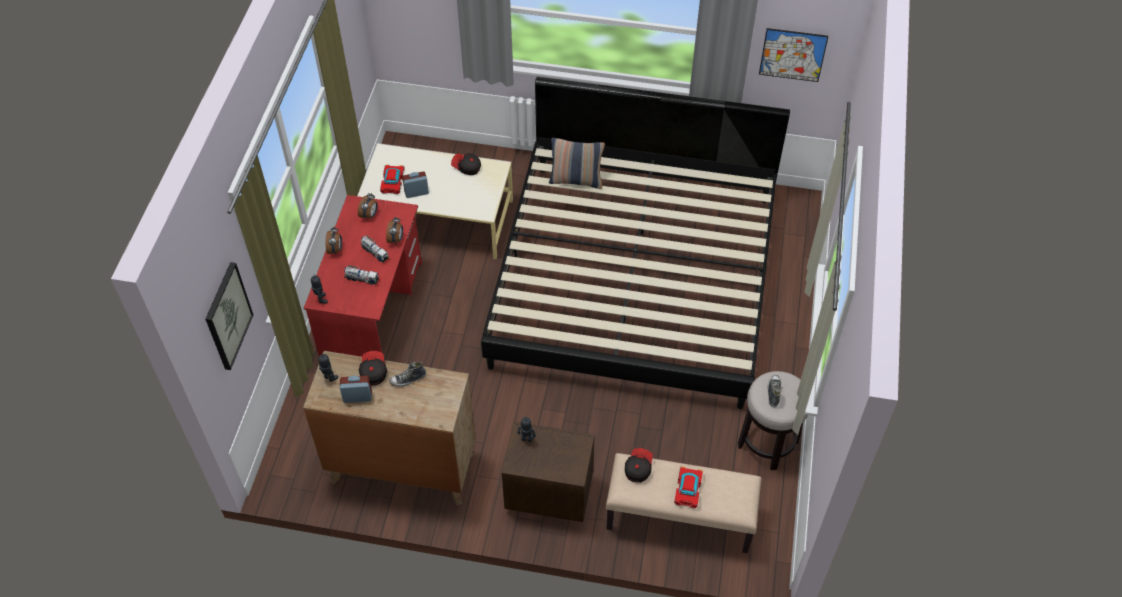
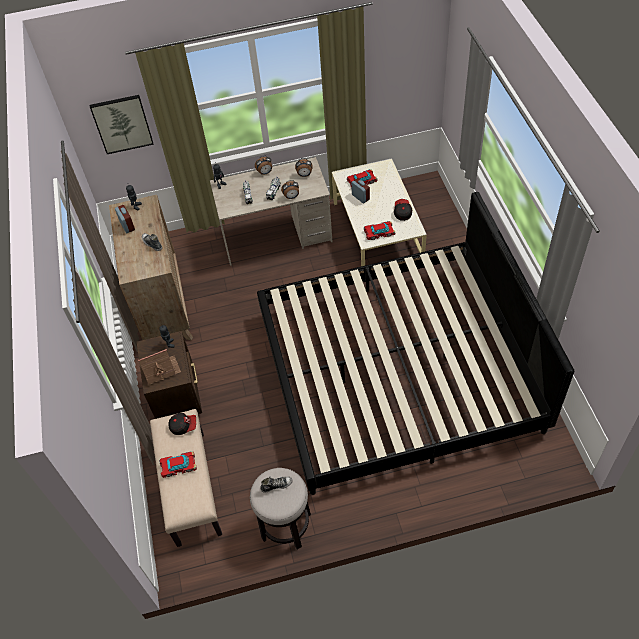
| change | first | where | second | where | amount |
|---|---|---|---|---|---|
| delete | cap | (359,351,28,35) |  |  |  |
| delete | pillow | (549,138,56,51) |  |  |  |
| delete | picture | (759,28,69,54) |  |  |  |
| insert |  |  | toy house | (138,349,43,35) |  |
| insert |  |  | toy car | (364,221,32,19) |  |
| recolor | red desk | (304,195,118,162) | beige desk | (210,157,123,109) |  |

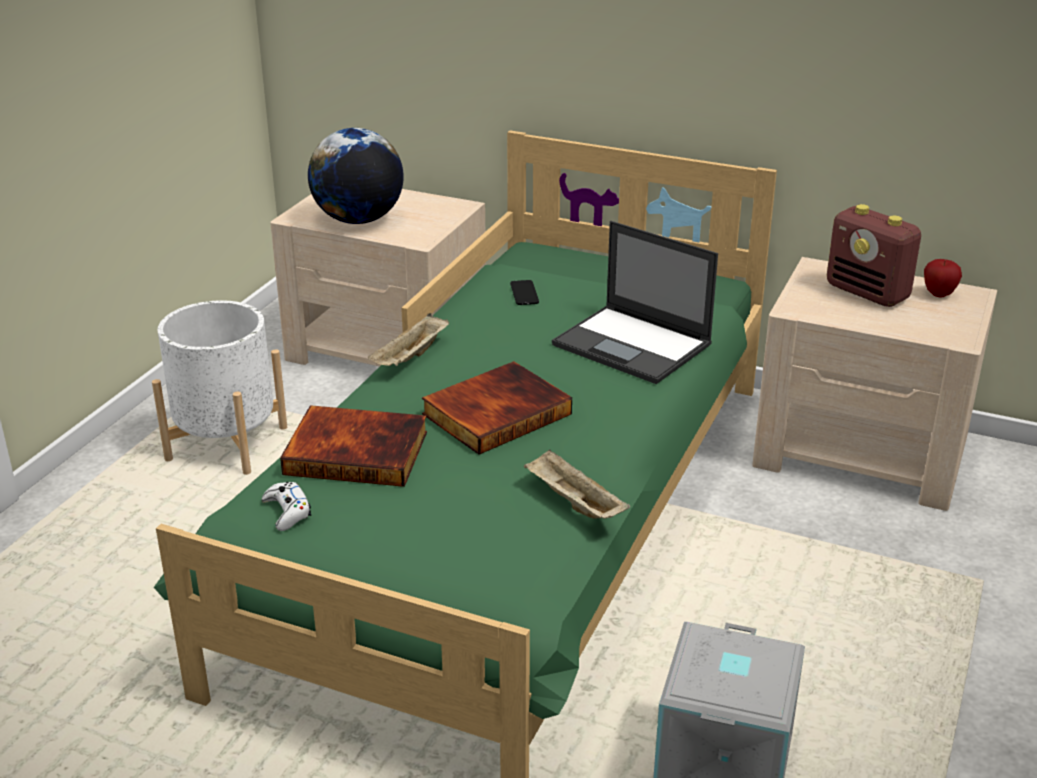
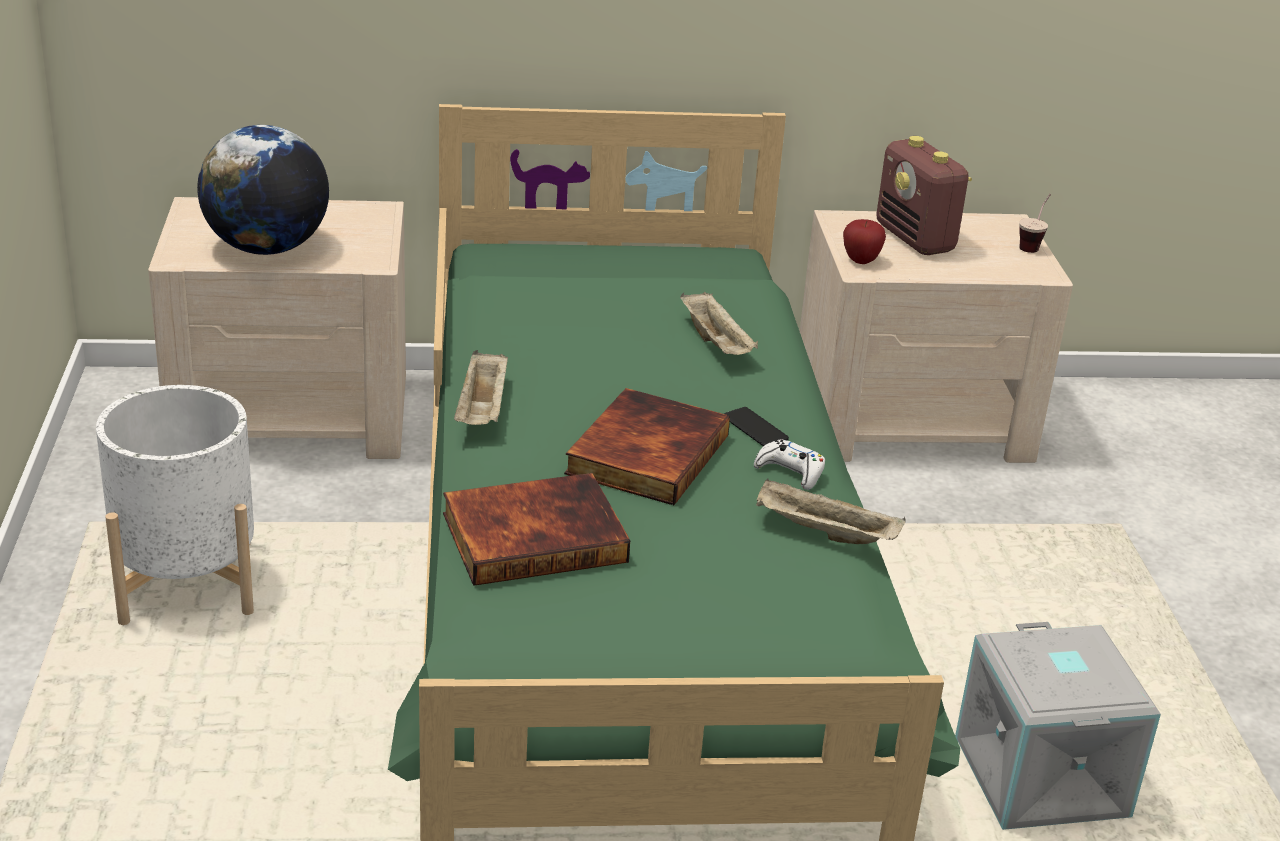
| change | first | where | second | where | amount |
|---|---|---|---|---|---|
| insert |  |  | cup | (1019,194,32,59) |  |
| move | white game controller | (262,482,49,49) |  | (754,439,71,51) |  |
| move | phone | (510,280,29,25) |  | (724,407,65,39) |  |
| move | apple | (924,259,38,39) |  | (843,219,43,45) |  |
| replace | laptop | (552,221,166,163) | beige tray | (680,292,78,63) |  |
| rotate | radio | (827,204,94,103) |  | (876,136,96,119) | 45 degrees clockwise |

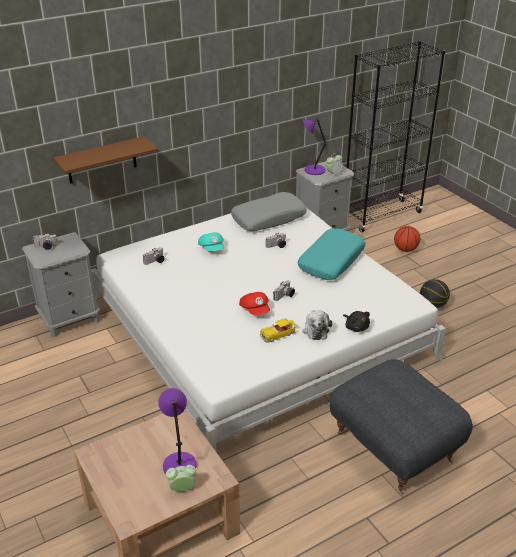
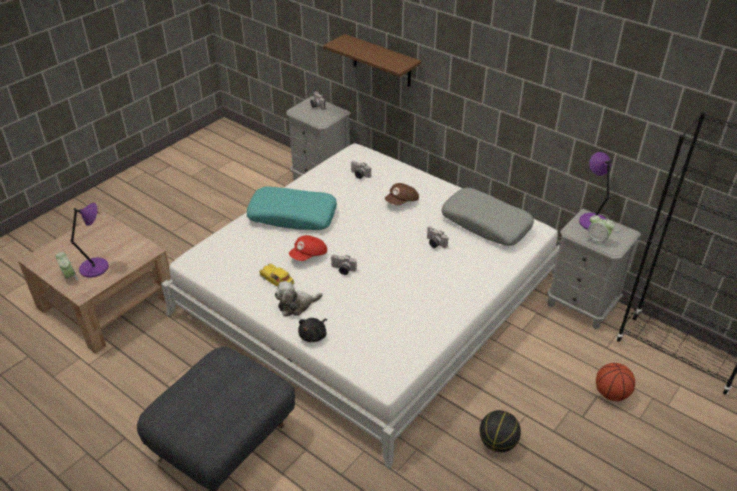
| change | first | where | second | where | amount |
|---|---|---|---|---|---|
| move | turquoise pillow | (298,228,68,52) |  | (247,186,90,44) |  |
| recolor | turquoise cap | (198,232,26,19) | brown cap | (385,183,34,22) |  |

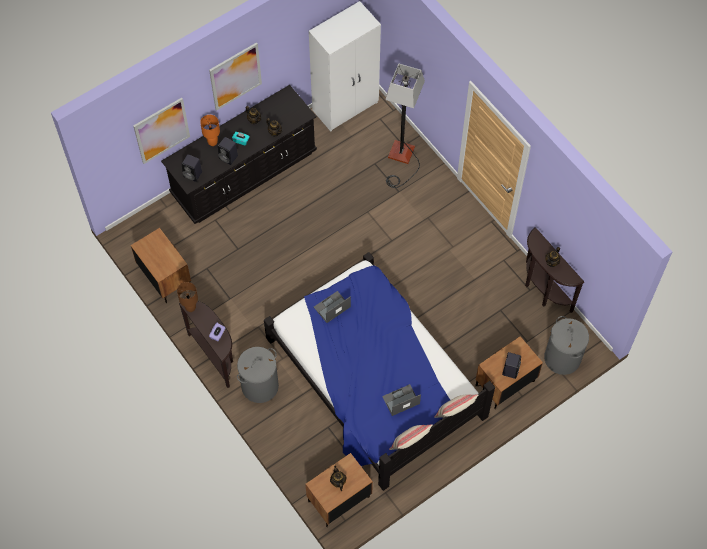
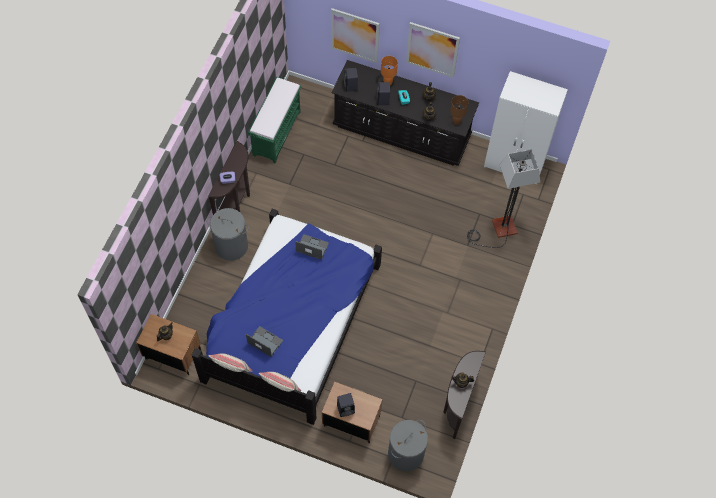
| change | first | where | second | where | amount |
|---|---|---|---|---|---|
| move | brown table lamp | (177,282,21,30) |  | (450,95,18,30) |  |
| replace | brown nightstand | (131,228,60,75) | green bench | (248,77,54,86) |  |

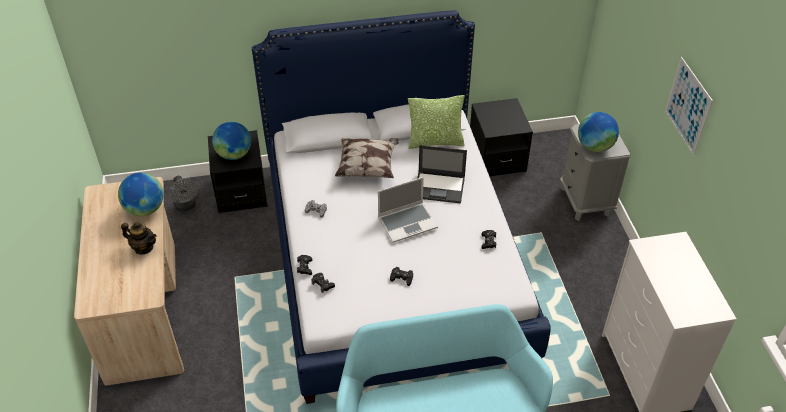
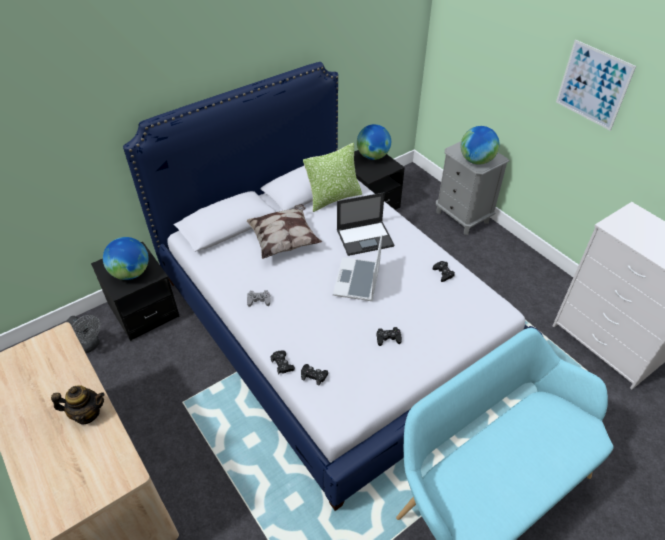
| change | first | where | second | where | amount |
|---|---|---|---|---|---|
| move | globe | (118,173,46,43) |  | (357,124,34,36) |  |
| rotate | laptop | (378,177,60,66) |  | (333,234,49,67) | 150 degrees clockwise |

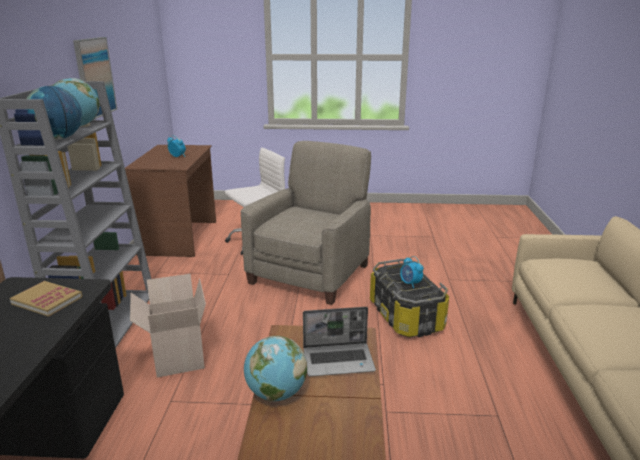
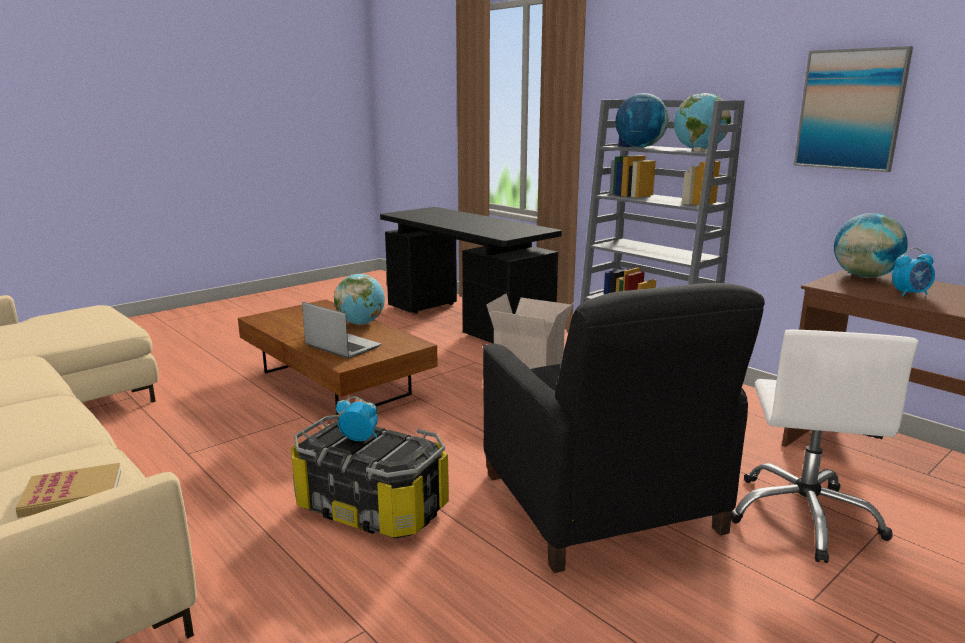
| change | first | where | second | where | amount |
|---|---|---|---|---|---|
| insert |  |  | globe | (834,213,74,65) |  |
| move | book | (10,281,73,36) |  | (16,463,105,55) |  |
| recolor | beige armchair | (241,141,130,164) | black armchair | (483,283,282,290) |  |
| rotate | laptop | (303,307,73,70) |  | (302,302,79,57) | 90 degrees clockwise |

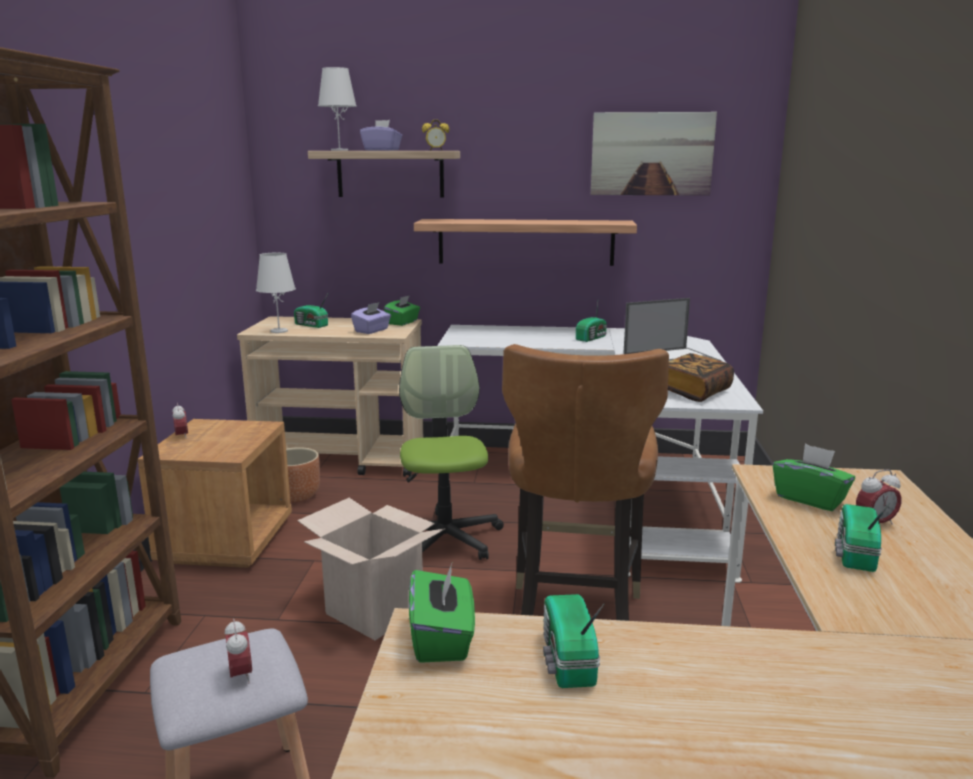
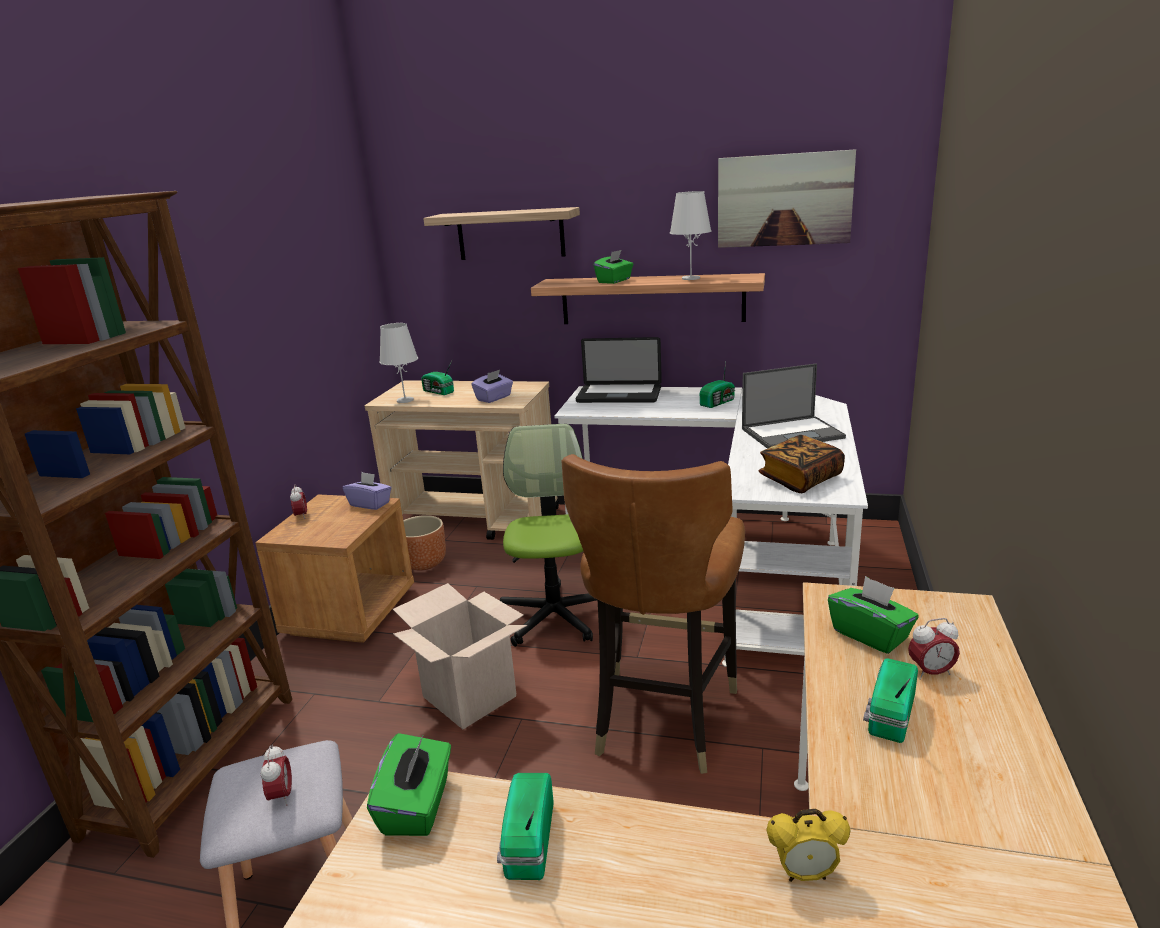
| change | first | where | second | where | amount |
|---|---|---|---|---|---|
| insert |  |  | laptop | (576,337,86,66) |  |
| move | white table lamp | (318,67,39,84) |  | (670,191,41,89) |  |
| move | purple tissue box | (360,120,42,30) |  | (343,472,49,38) |  |
| move | green tissue box | (384,295,36,31) |  | (594,250,39,34) |  |
| move | alarm clock | (422,119,27,31) |  | (766,809,84,73) |  |

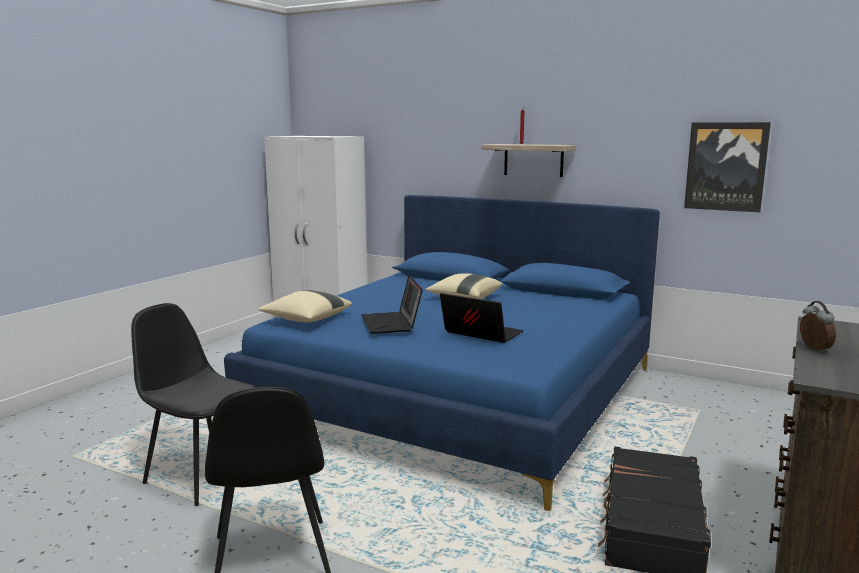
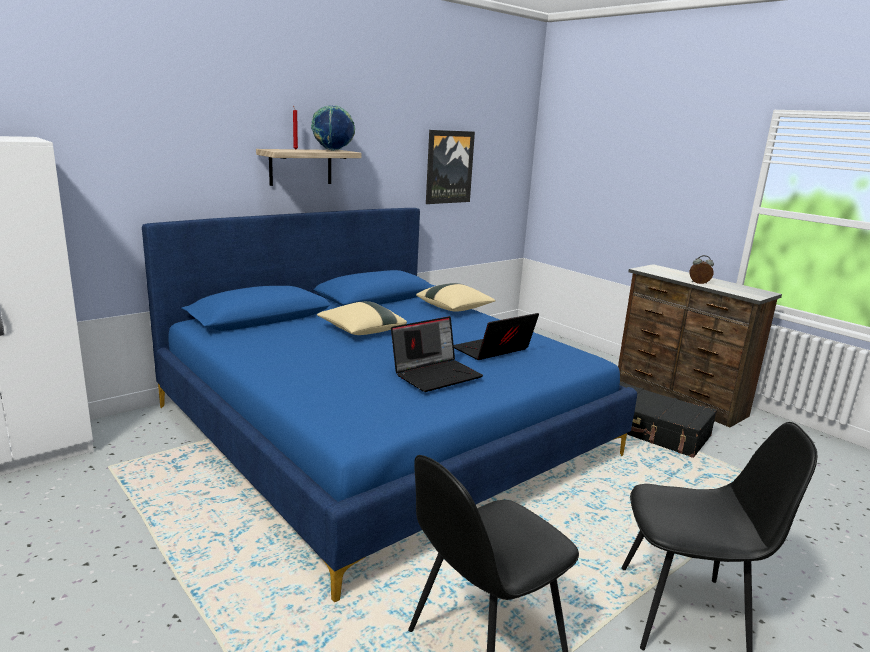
| change | first | where | second | where | amount |
|---|---|---|---|---|---|
| insert |  |  | globe | (311,105,44,46) |  |
| move | beige pillow | (258,290,94,32) |  | (416,283,80,29) |  |
| rotate | laptop | (361,275,62,59) |  | (391,316,92,76) | 45 degrees counterclockwise |

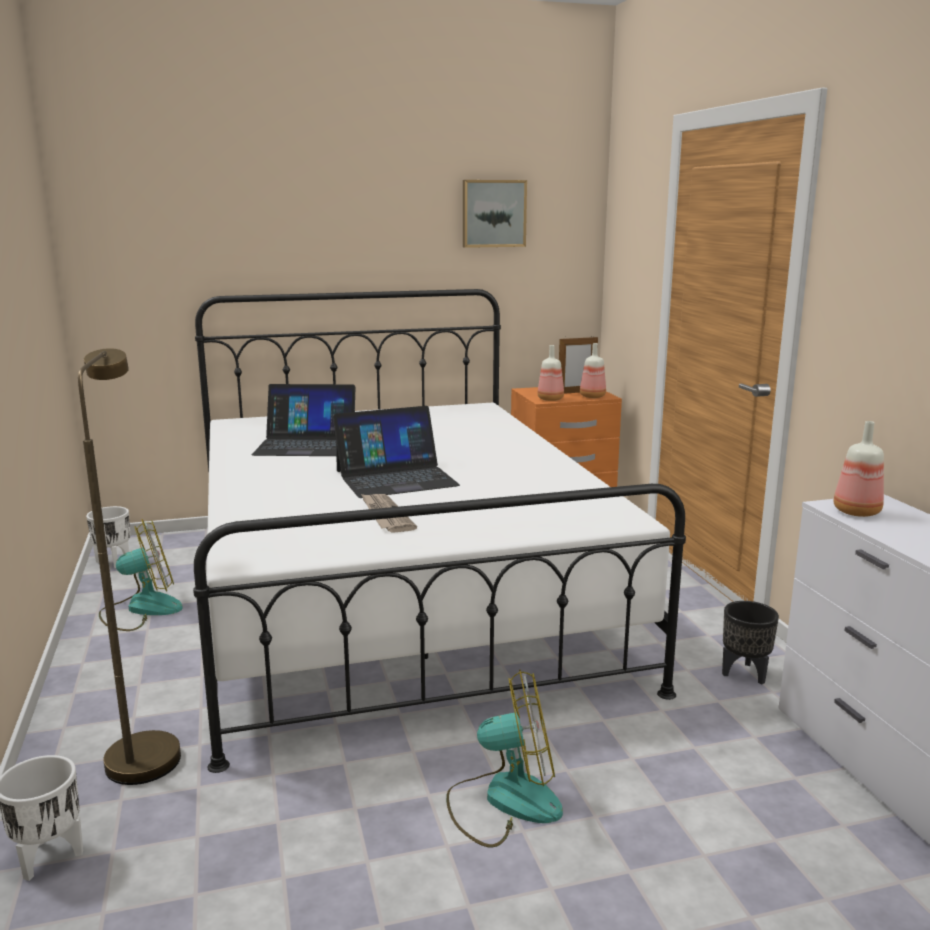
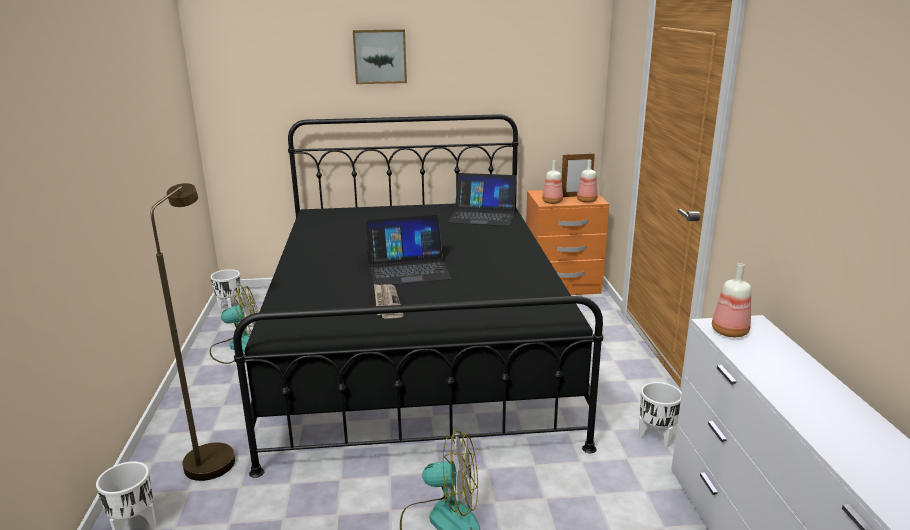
| change | first | where | second | where | amount |
|---|---|---|---|---|---|
| move | laptop | (252,384,103,72) |  | (447,173,70,53) |  |
| move | picture | (463,180,64,68) |  | (353,29,54,55) |  |
| recolor | white bed | (193,289,493,484) | black bed | (233,114,370,364) |  |
| recolor | black planter | (722,601,57,84) | white planter | (639,382,43,66) |  |

